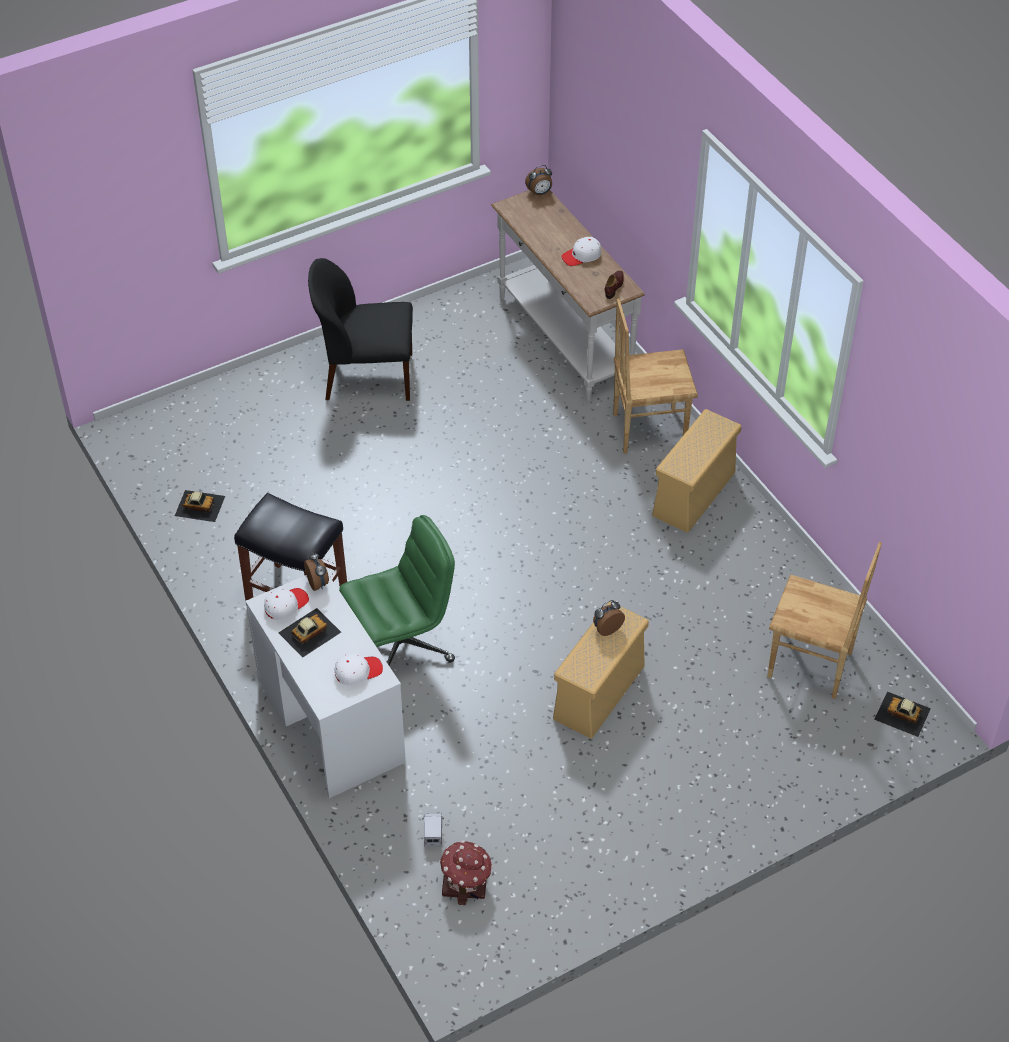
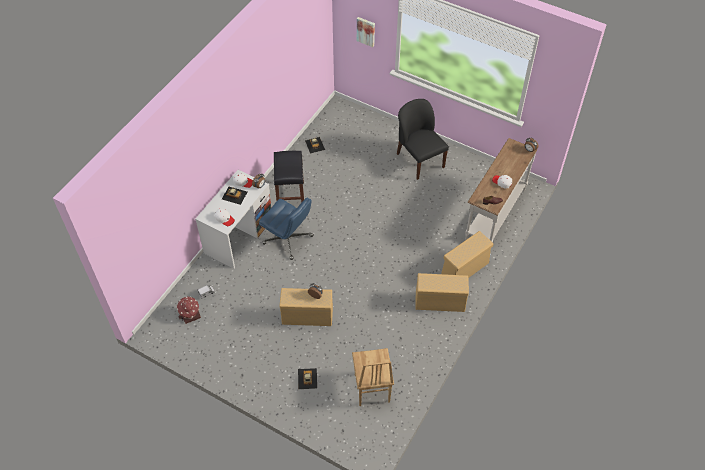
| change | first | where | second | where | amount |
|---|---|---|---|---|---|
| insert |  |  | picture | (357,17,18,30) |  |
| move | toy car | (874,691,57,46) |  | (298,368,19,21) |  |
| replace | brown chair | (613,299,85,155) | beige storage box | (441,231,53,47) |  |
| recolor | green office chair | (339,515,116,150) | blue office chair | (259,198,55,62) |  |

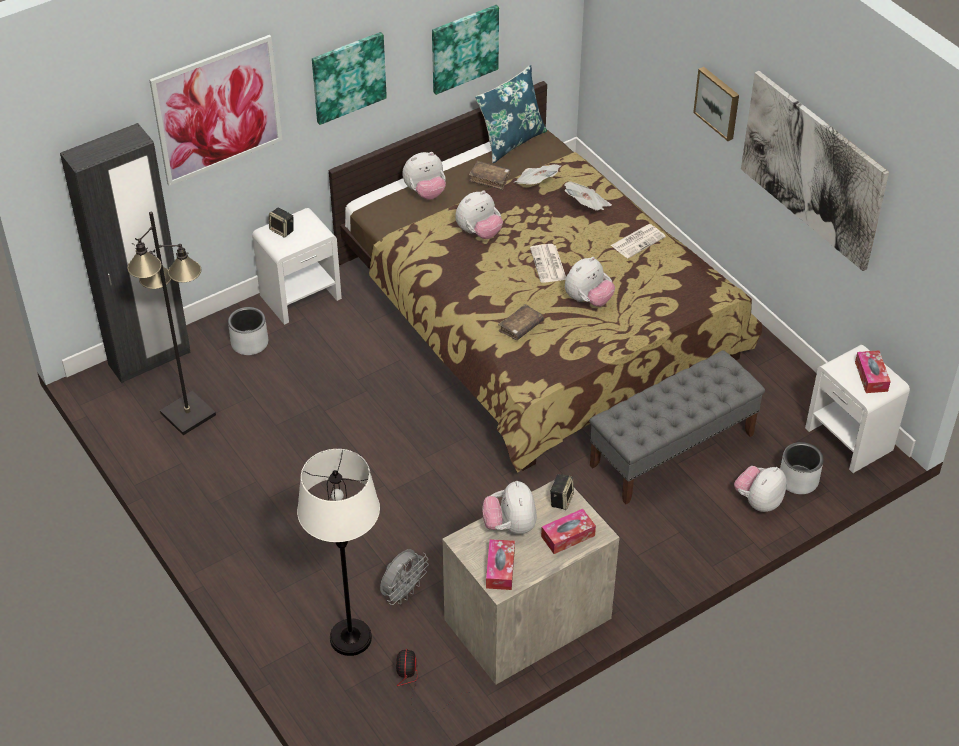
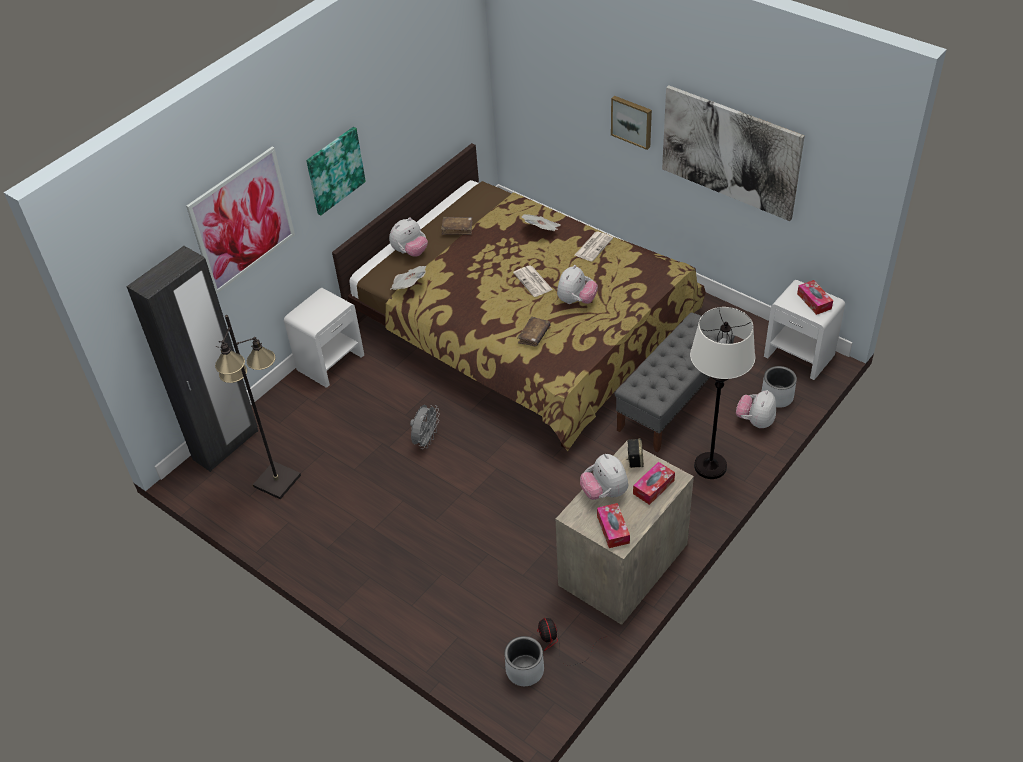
| change | first | where | second | where | amount |
|---|---|---|---|---|---|
| delete | speaker | (269,208,25,30) |  |  |  |
| delete | picture | (432,5,67,90) |  |  |  |
| delete | plush toy | (456,190,47,49) |  |  |  |
| delete | blue pillow | (475,65,72,98) |  |  |  |
| move | grey planter | (228,307,40,48) |  | (504,636,40,50) |  |
| move | white floor lamp | (297,449,83,207) |  | (690,307,65,172) |  |
| move | grey fan | (380,549,49,56) |  | (410,405,30,44) |  |
| move | newspaper | (514,164,47,21) |  | (390,266,37,24) |  |

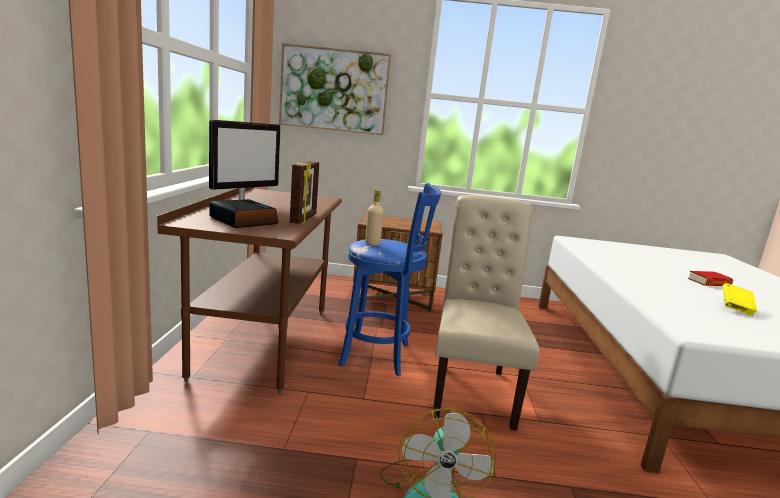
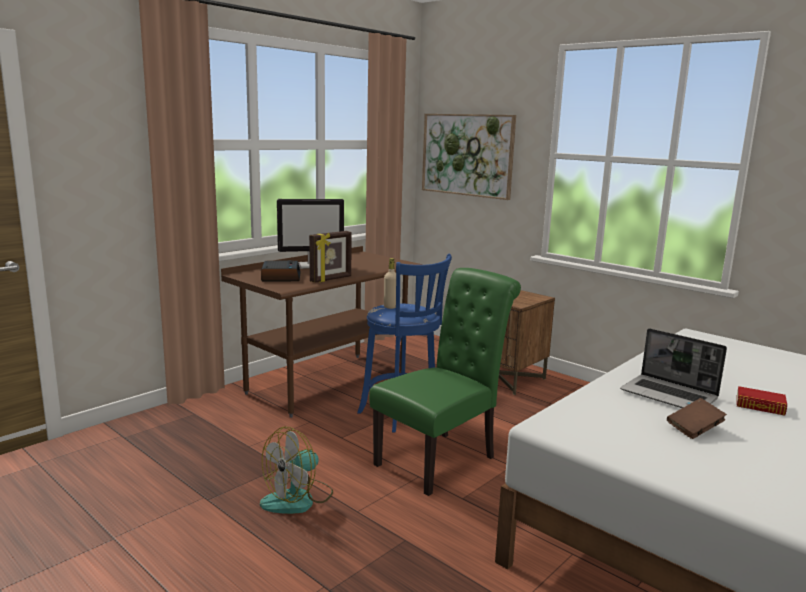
| change | first | where | second | where | amount |
|---|---|---|---|---|---|
| insert |  |  | laptop | (620,328,107,80) |  |
| recolor | beige chair | (433,195,106,235) | green chair | (369,268,152,228) |  |
| recolor | yellow book | (723,283,34,33) | brown book | (667,398,60,41) |  |

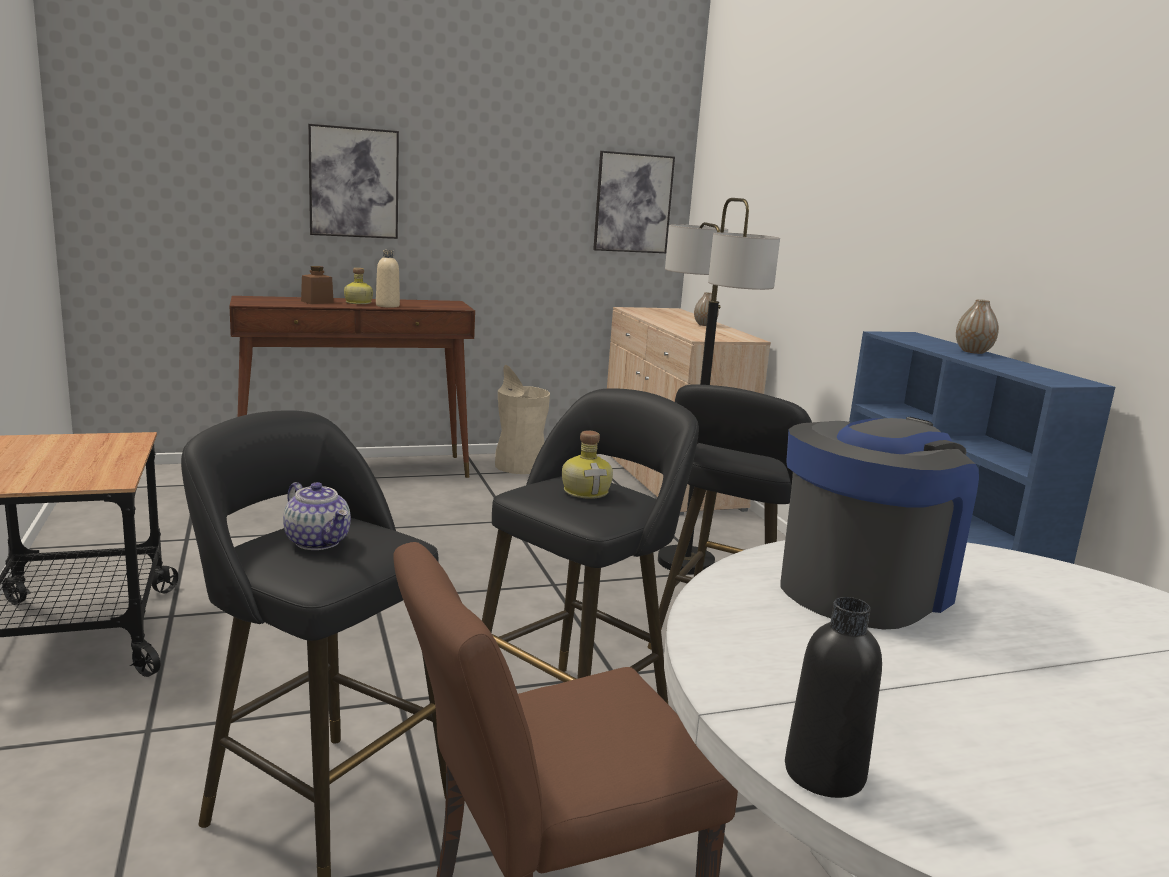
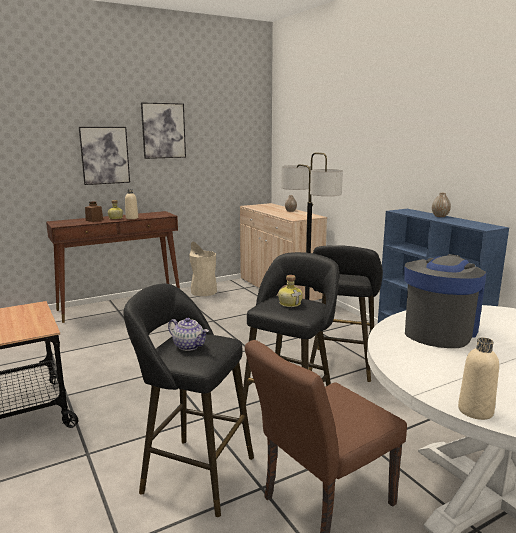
| change | first | where | second | where | amount |
|---|---|---|---|---|---|
| move | picture | (593,151,82,102) |  | (141,102,45,57) |  |
| recolor | black bottle | (785,597,97,201) | beige bottle | (458,337,41,83) |  |

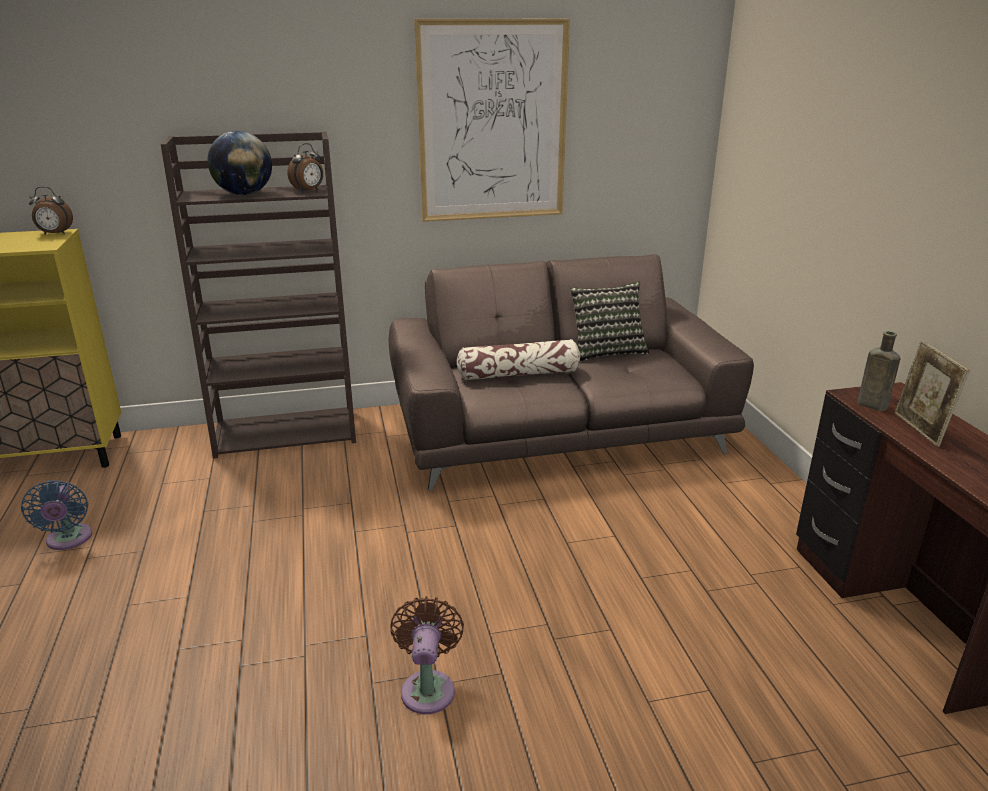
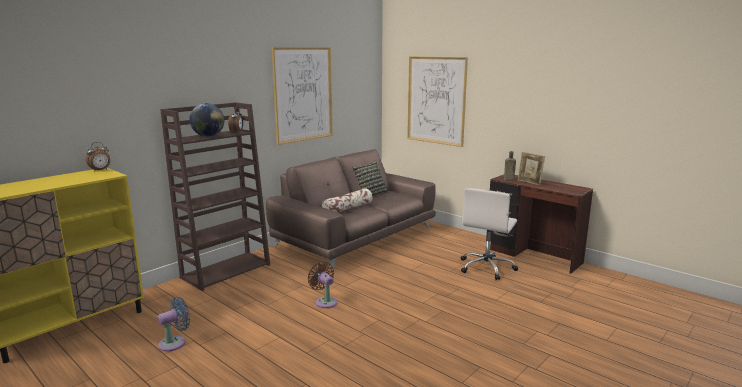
| change | first | where | second | where | amount |
|---|---|---|---|---|---|
| insert |  |  | picture | (407,56,61,91) |  |
| insert |  |  | white office chair | (461,188,57,92) |  |
| move | brown fan | (390,596,74,118) |  | (307,262,31,46) |  |
| rotate | blue fan | (21,480,71,70) |  | (157,297,33,55) | 75 degrees counterclockwise |

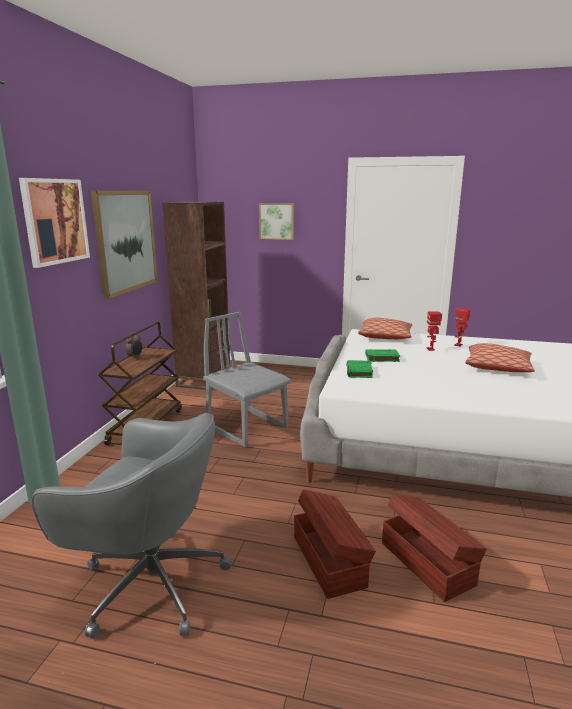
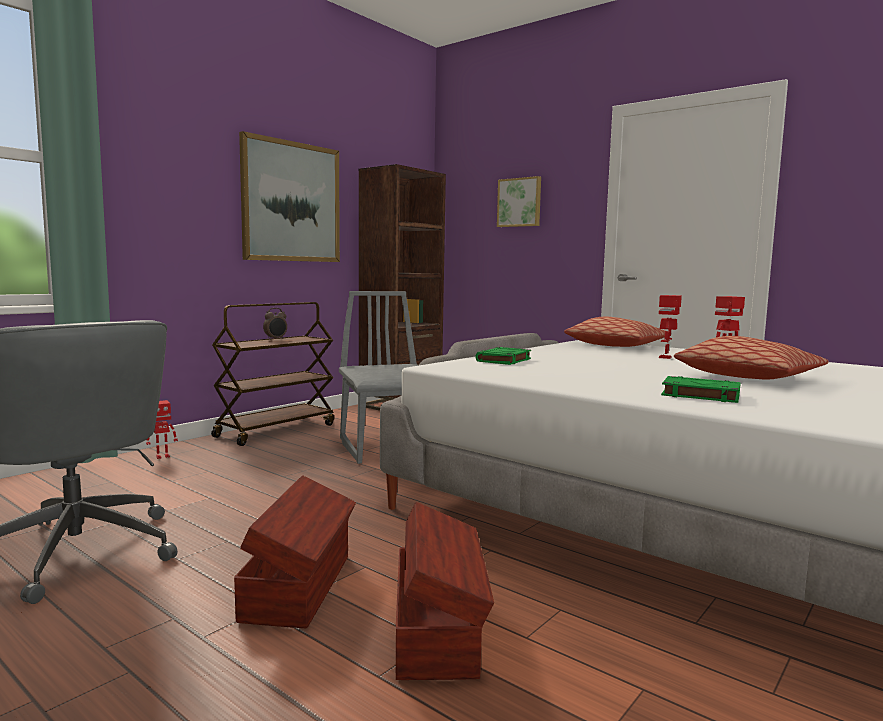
| change | first | where | second | where | amount |
|---|---|---|---|---|---|
| delete | picture | (19,178,71,90) |  |  |  |
| insert |  |  | toy robot | (146,400,32,59) |  |
| move | green book | (365,349,35,13) |  | (661,376,80,27) |  |

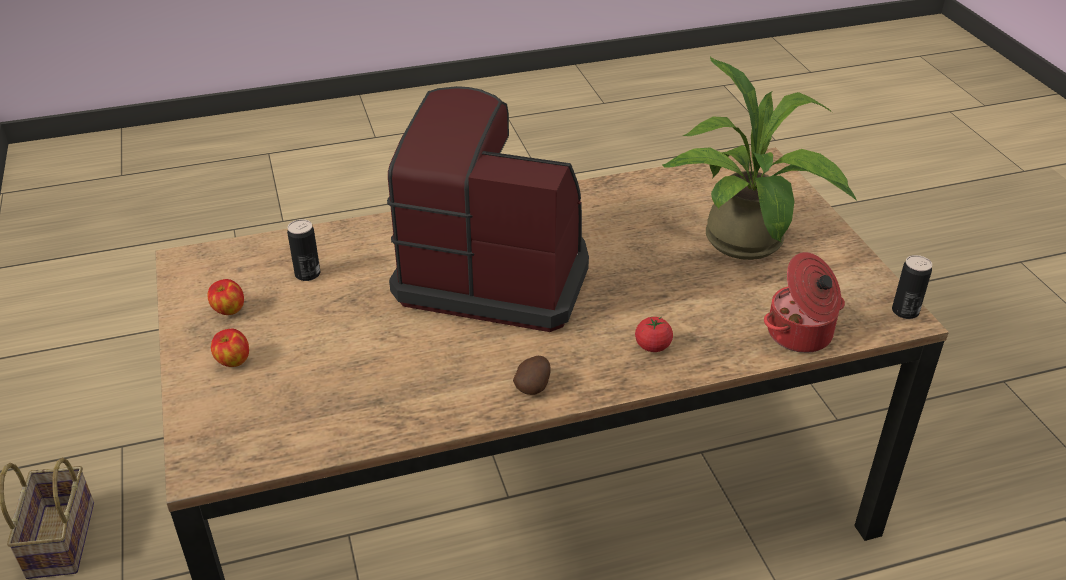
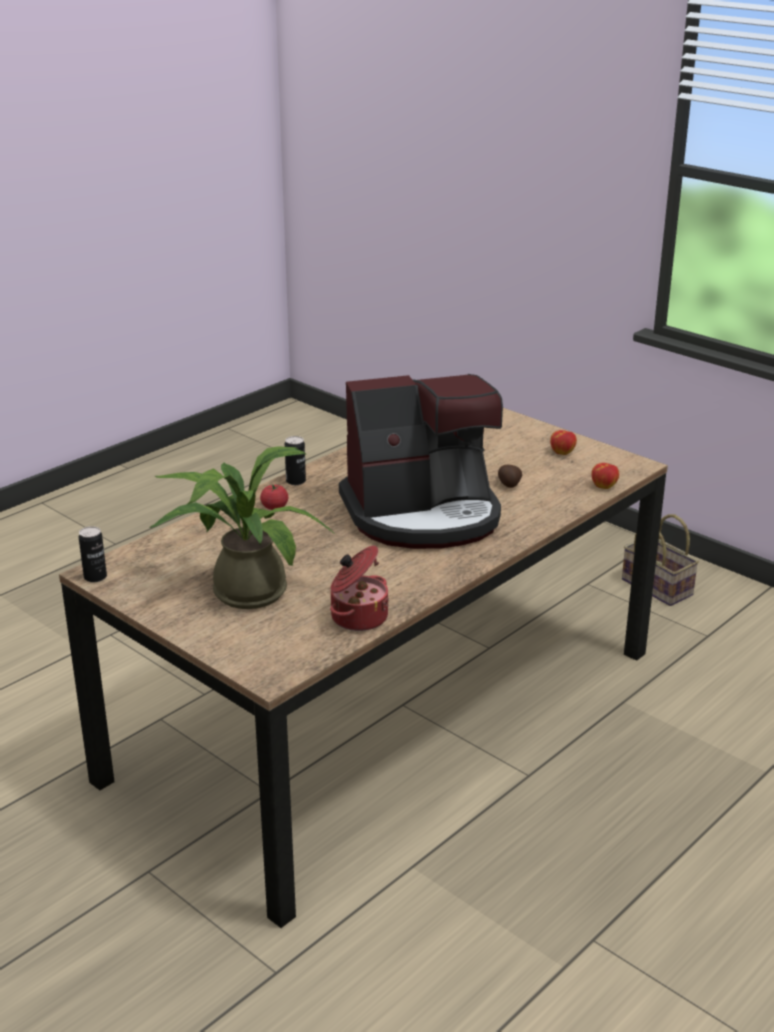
| change | first | where | second | where | amount |
|---|---|---|---|---|---|
| move | apple | (211,329,38,38) |  | (591,463,28,26) |  |
| move | can | (287,219,33,62) |  | (285,436,21,49) |  |
| move | potato | (513,356,38,39) |  | (498,465,24,23) |  |
| move | cooking pot | (764,252,81,101) |  | (330,546,59,85) |  |

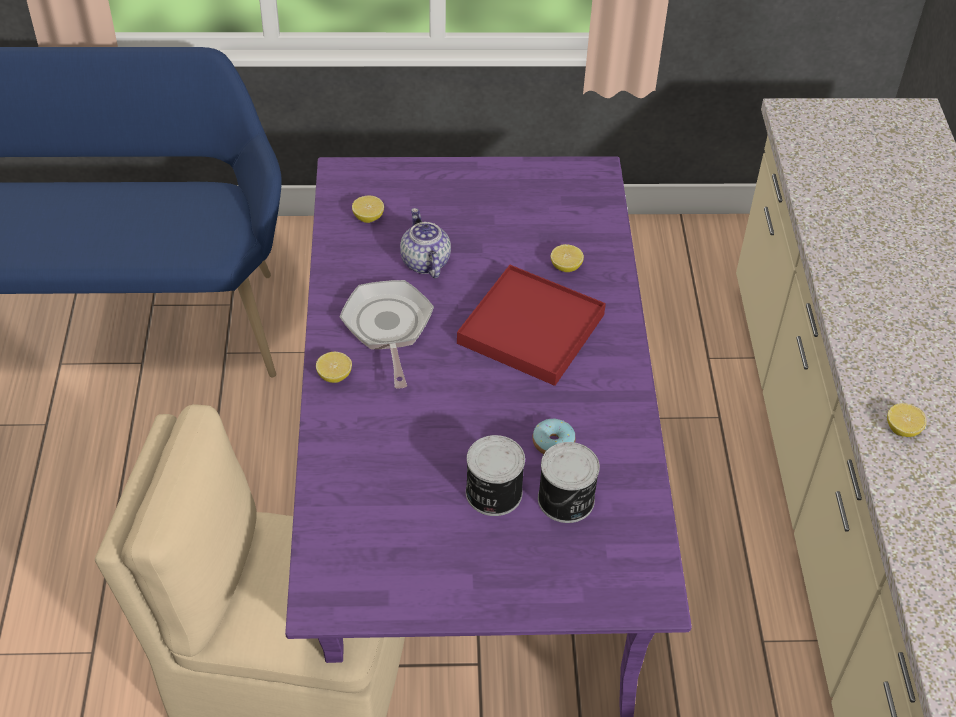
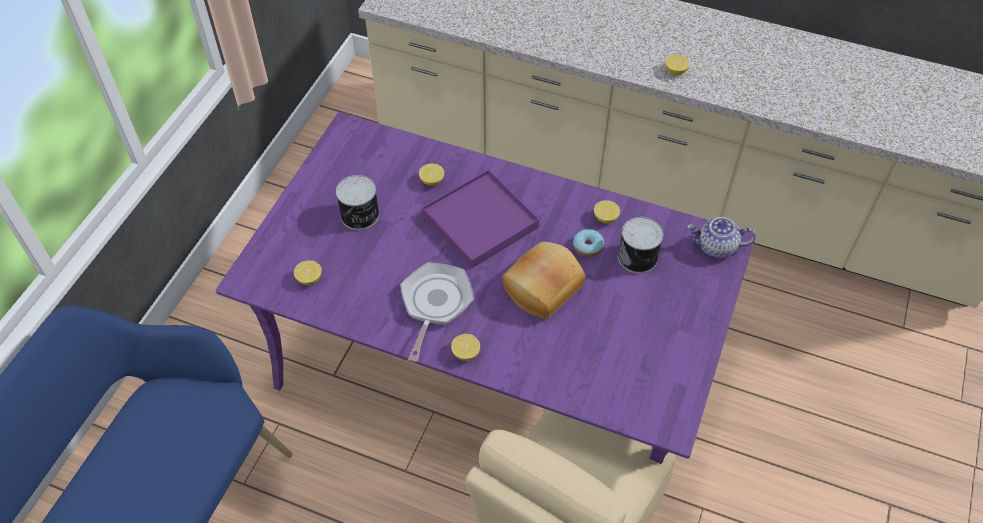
| change | first | where | second | where | amount |
|---|---|---|---|---|---|
| insert |  |  | bread | (502,242,84,77) |  |
| insert |  |  | lemon | (594,200,26,24) |  |
| move | teapot | (400,208,51,70) |  | (687,217,69,42) |  |
| move | can | (466,435,59,81) |  | (336,175,44,55) |  |
| recolor | red tray | (457,265,149,121) | purple tray | (422,170,117,98) |  |
| rotate | frying pan | (340,280,94,108) |  | (400,262,74,100) | 90 degrees clockwise |

